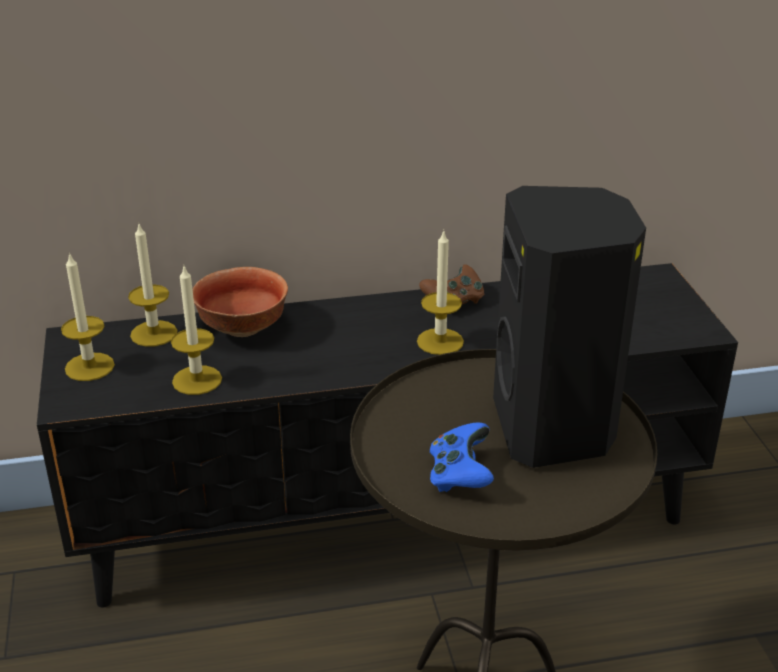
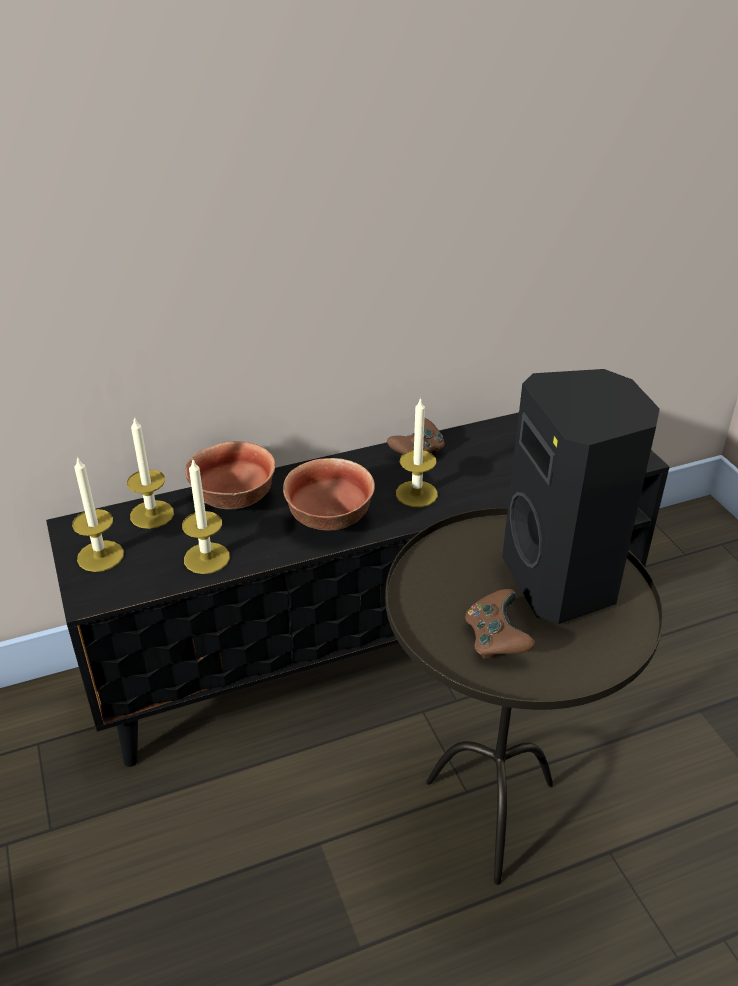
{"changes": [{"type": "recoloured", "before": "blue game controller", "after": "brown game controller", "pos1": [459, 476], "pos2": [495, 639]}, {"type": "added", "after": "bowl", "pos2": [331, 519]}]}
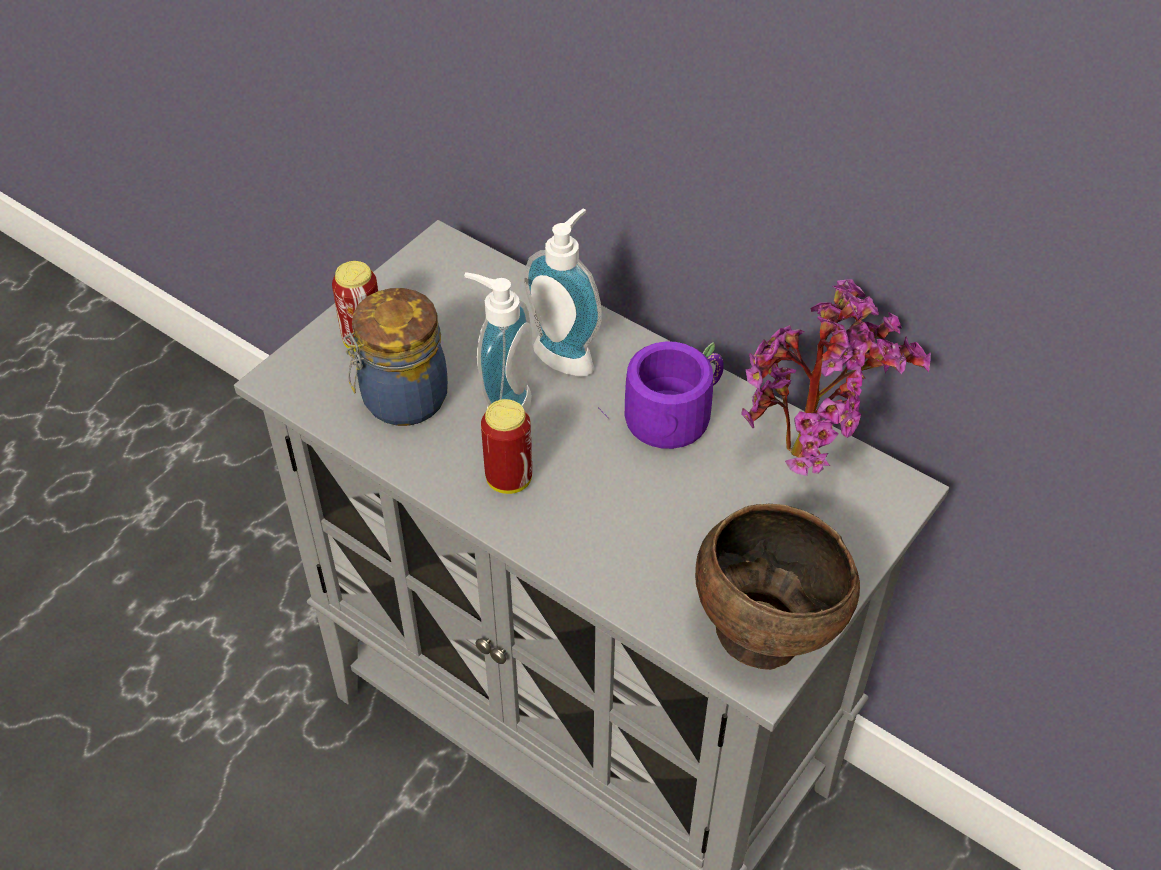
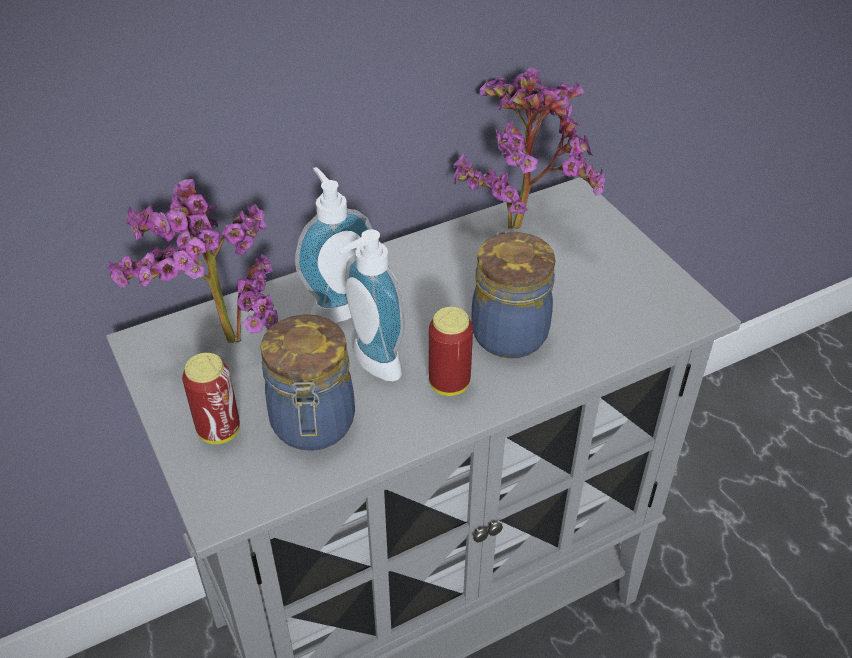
{"changes": [{"type": "removed", "before": "purple mug", "pos1": [672, 413]}, {"type": "removed", "before": "brown bowl", "pos1": [763, 631]}, {"type": "added", "after": "potted plant", "pos2": [219, 341]}, {"type": "added", "after": "jar", "pos2": [508, 332]}]}
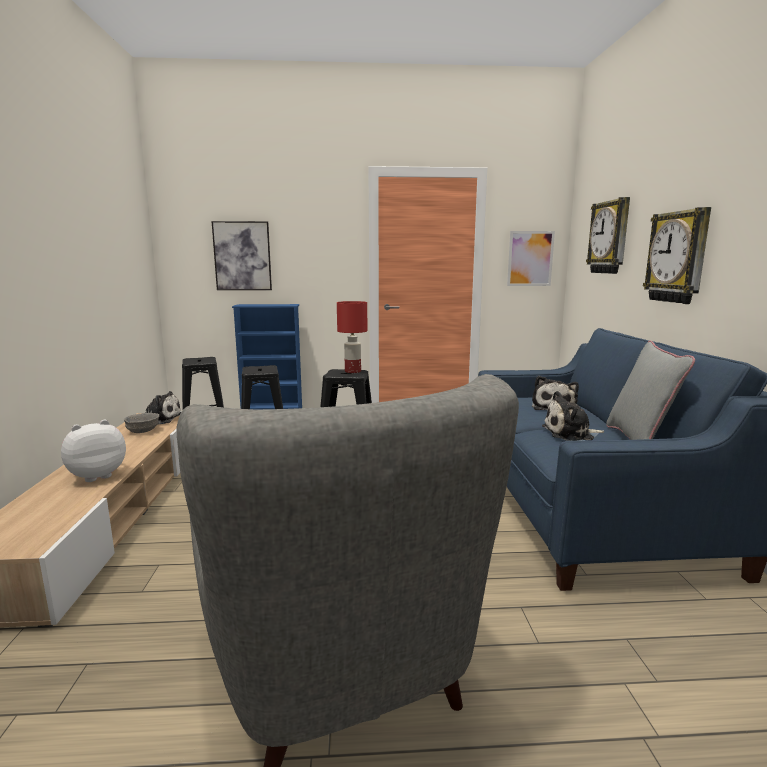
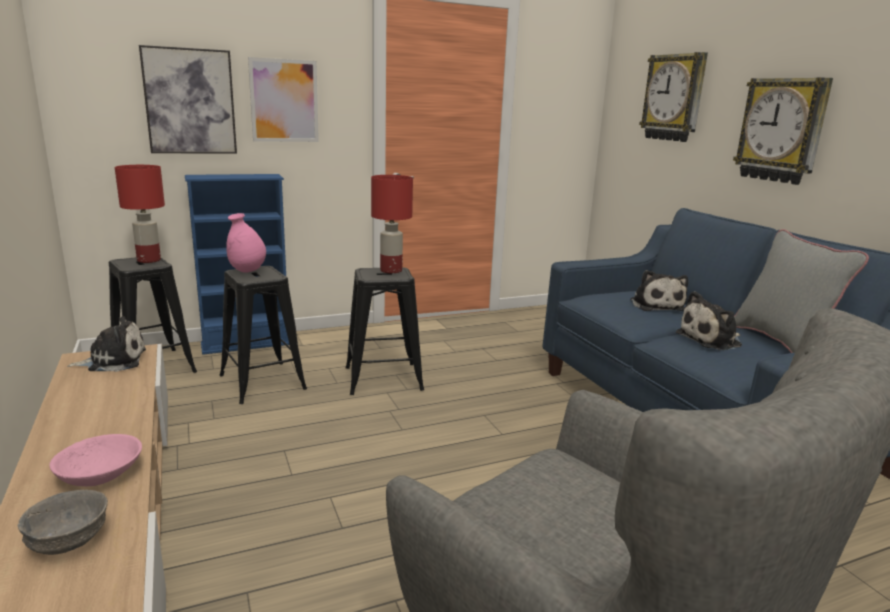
{"changes": [{"type": "moved", "before": "picture", "pos1": [530, 258], "pos2": [284, 101]}, {"type": "moved", "before": "grey bowl", "pos1": [143, 431], "pos2": [68, 542]}, {"type": "replaced", "before": "plush toy", "after": "pink bowl", "pos1": [96, 475], "pos2": [100, 474]}, {"type": "added", "after": "red table lamp", "pos2": [149, 260]}, {"type": "added", "after": "pink vase", "pos2": [247, 271]}]}
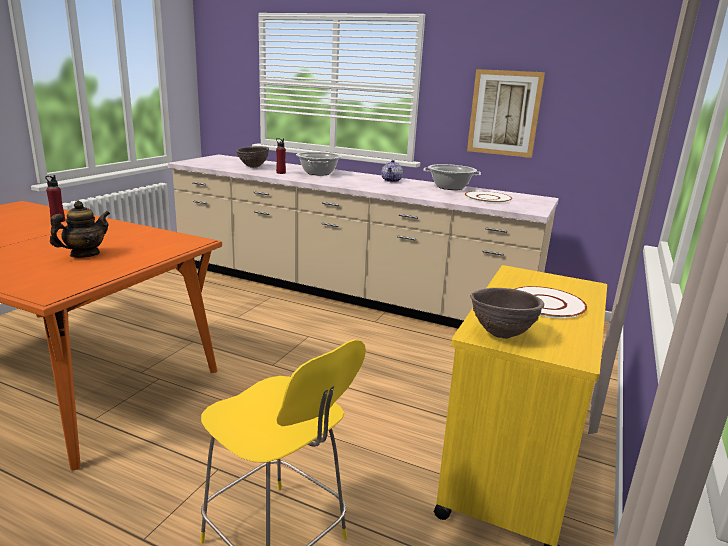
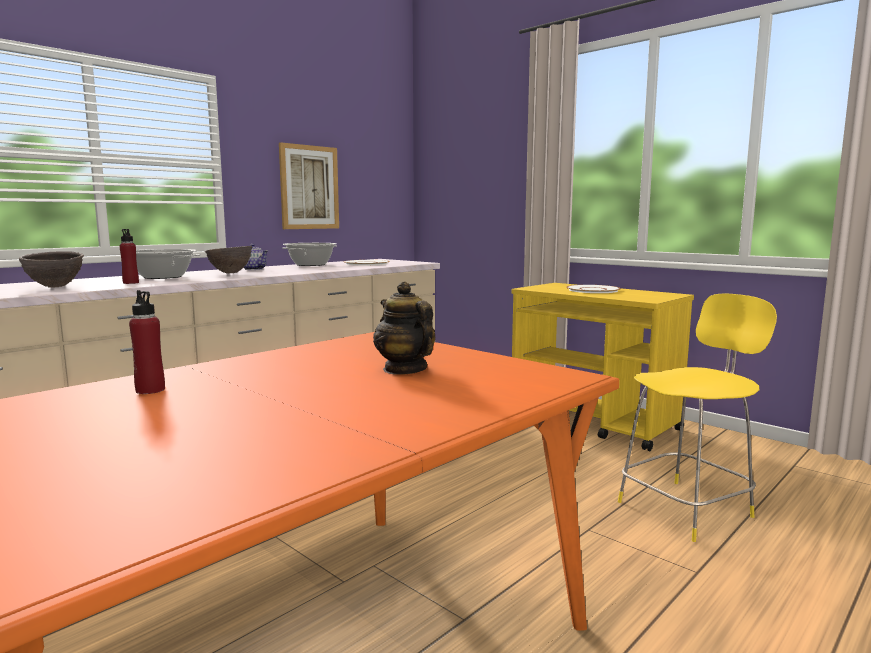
{"changes": [{"type": "moved", "before": "brown bowl", "pos1": [501, 334], "pos2": [230, 273]}]}
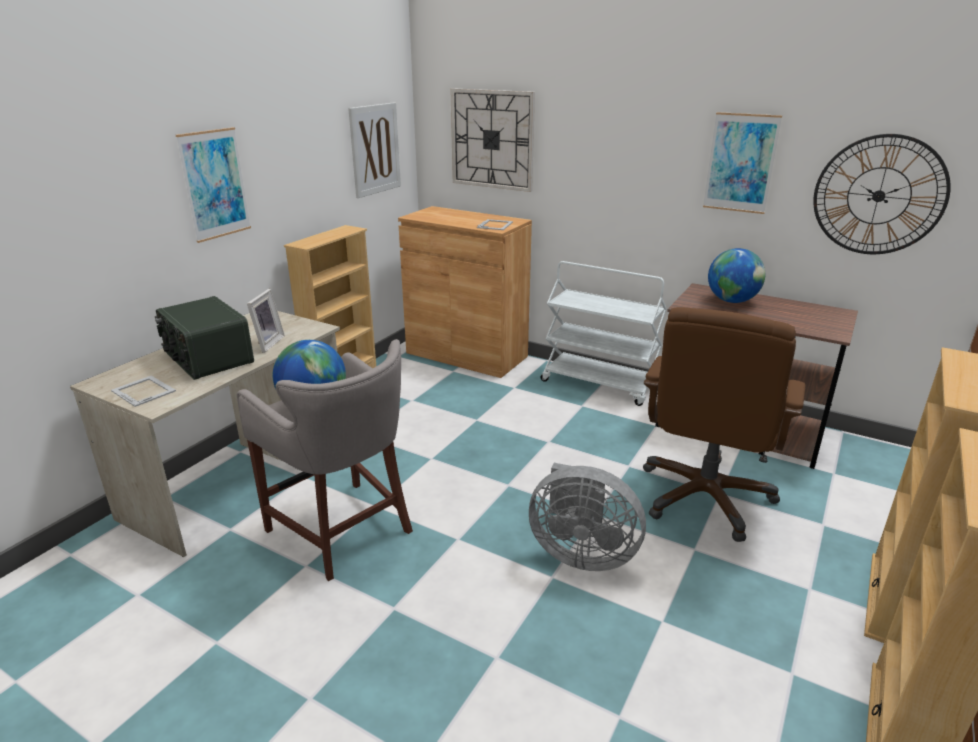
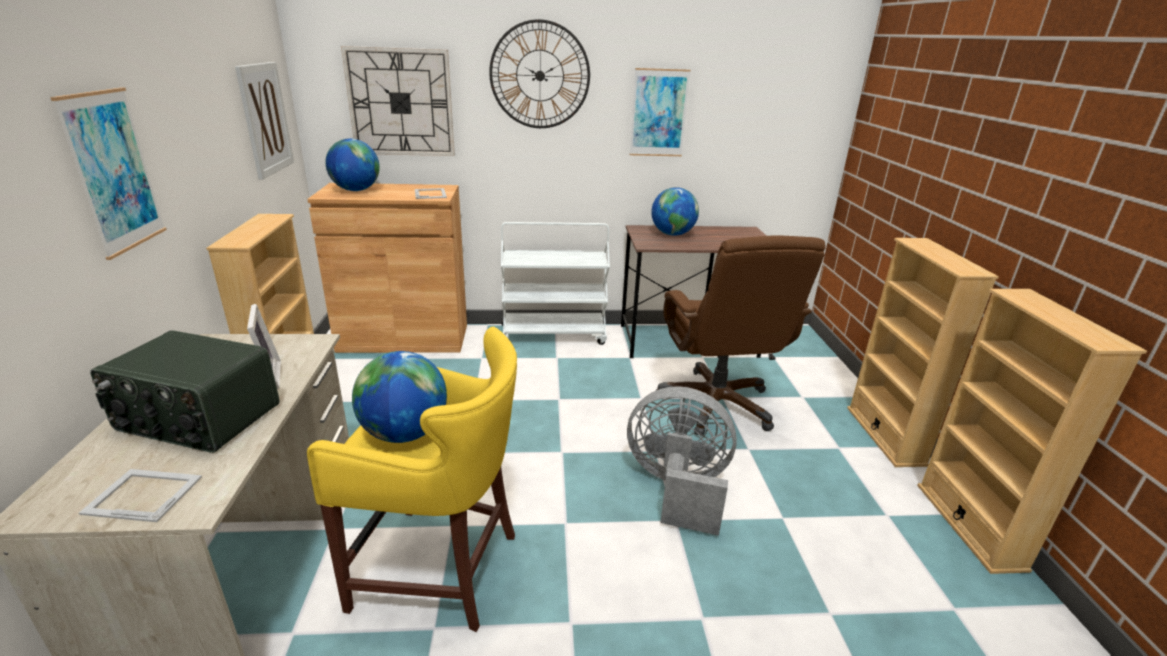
{"changes": [{"type": "moved", "before": "wall clock", "pos1": [878, 196], "pos2": [540, 75]}, {"type": "recoloured", "before": "grey stool", "after": "yellow stool", "pos1": [343, 531], "pos2": [442, 569]}, {"type": "turned", "before": "grey fan", "pos1": [581, 553], "pos2": [677, 488], "turn": -150}, {"type": "added", "after": "globe", "pos2": [356, 190]}]}
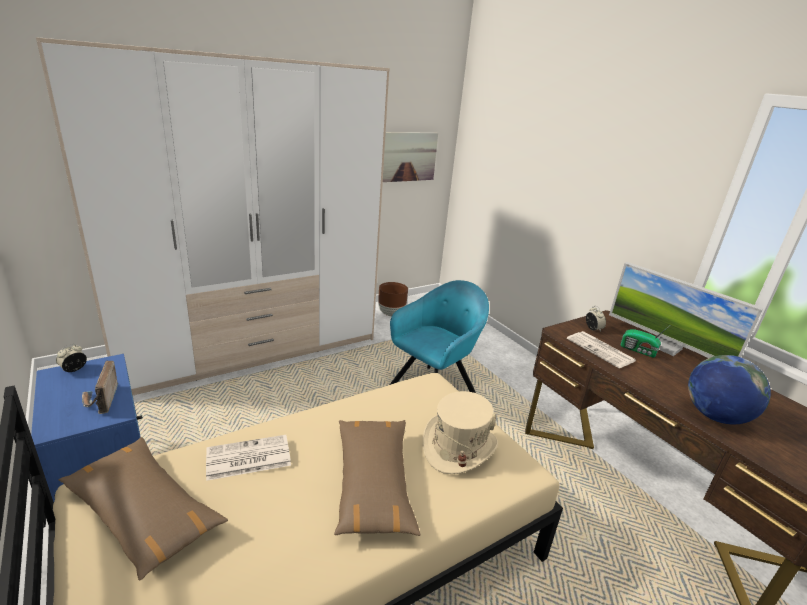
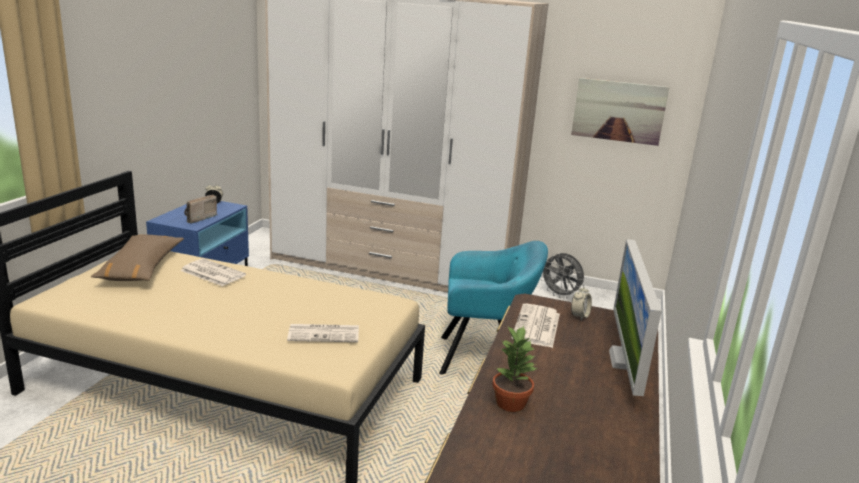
{"changes": [{"type": "replaced", "before": "brown planter", "after": "grey fan", "pos1": [391, 313], "pos2": [560, 295]}, {"type": "removed", "before": "radio", "pos1": [639, 350]}, {"type": "replaced", "before": "globe", "after": "potted plant", "pos1": [715, 416], "pos2": [510, 402]}, {"type": "replaced", "before": "beige hat", "after": "newspaper", "pos1": [458, 447], "pos2": [325, 333]}, {"type": "removed", "before": "brown pillow", "pos1": [373, 483]}]}
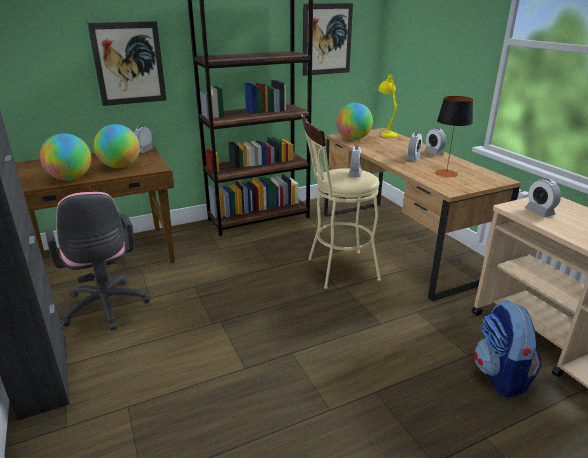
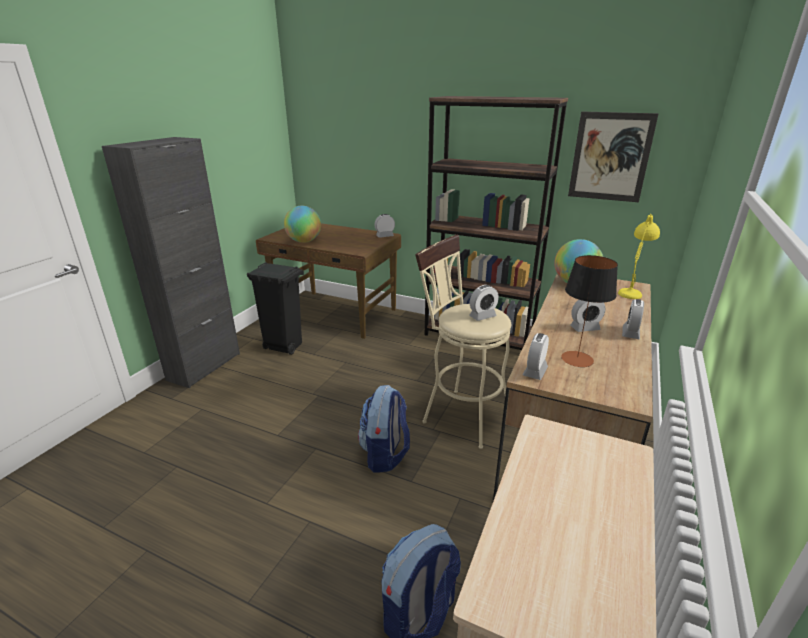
{"changes": [{"type": "removed", "before": "picture", "pos1": [129, 64]}, {"type": "removed", "before": "globe", "pos1": [120, 166]}, {"type": "moved", "before": "alarm clock", "pos1": [539, 212], "pos2": [535, 371]}, {"type": "replaced", "before": "pink office chair", "after": "black trash can", "pos1": [106, 309], "pos2": [283, 347]}, {"type": "added", "after": "backpack", "pos2": [385, 454]}]}
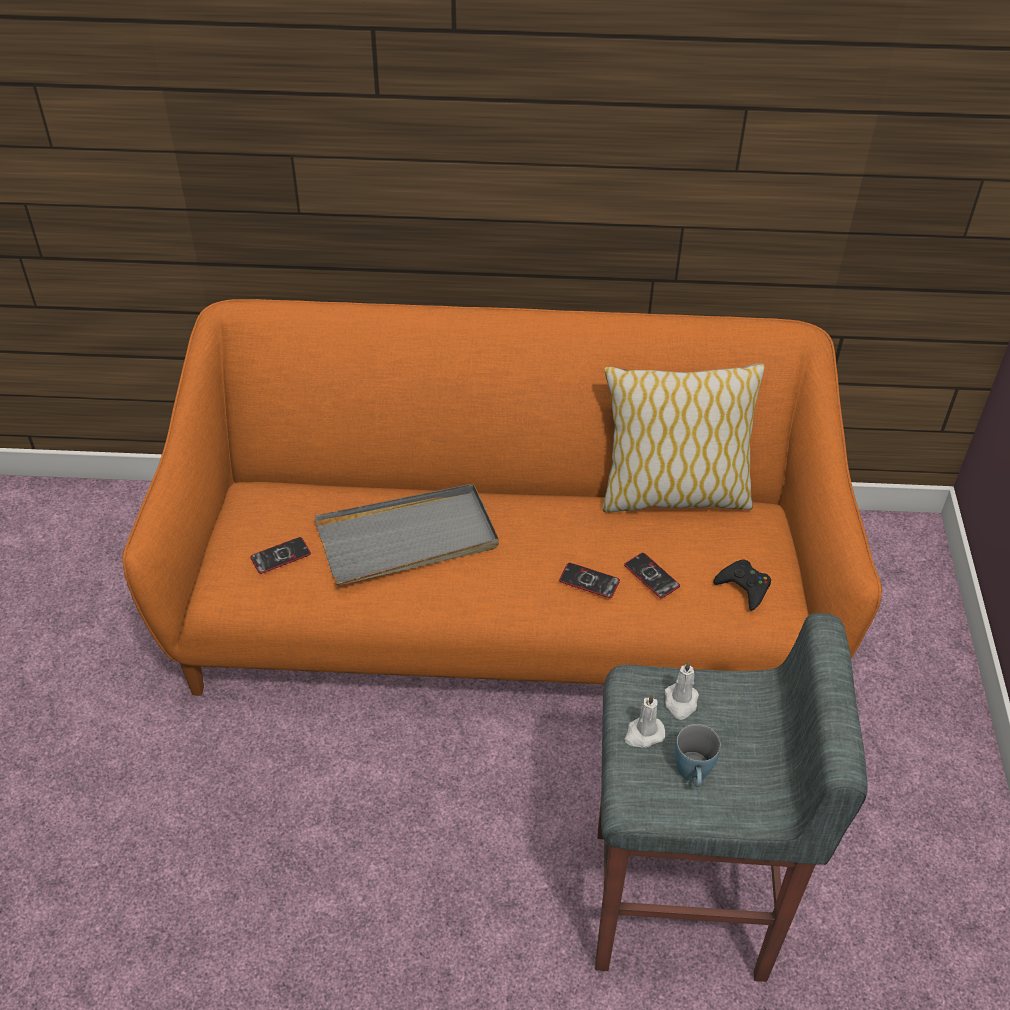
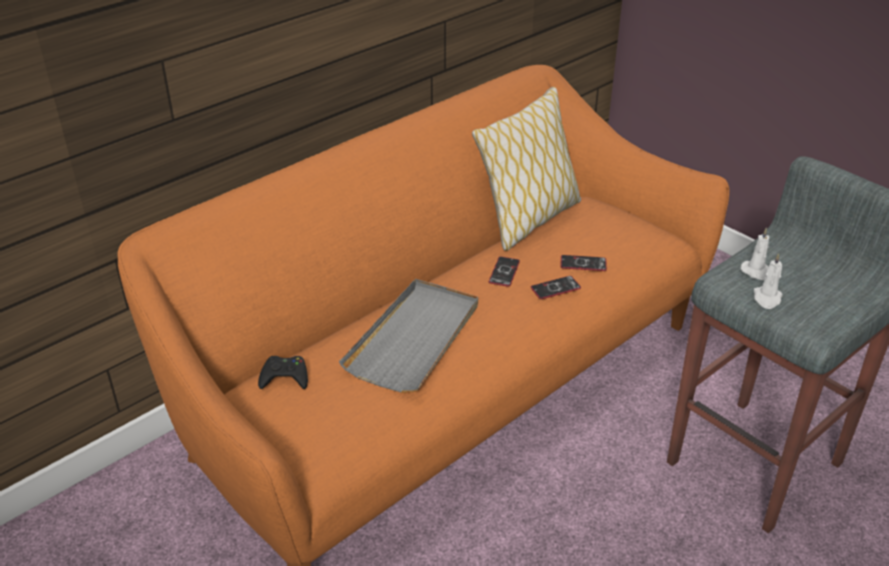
{"changes": [{"type": "moved", "before": "phone", "pos1": [280, 556], "pos2": [504, 272]}, {"type": "moved", "before": "black game controller", "pos1": [744, 587], "pos2": [285, 377]}, {"type": "removed", "before": "blue mug", "pos1": [693, 775]}]}
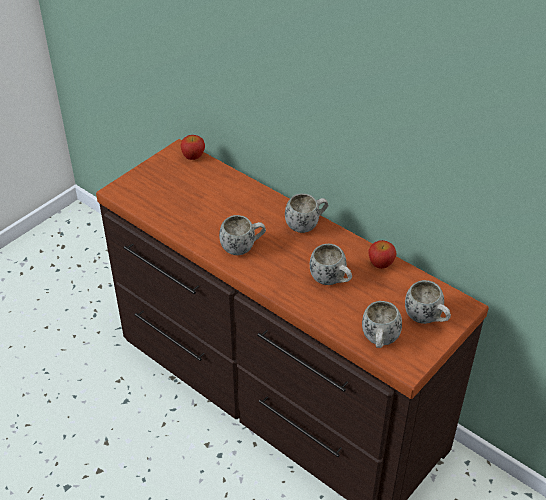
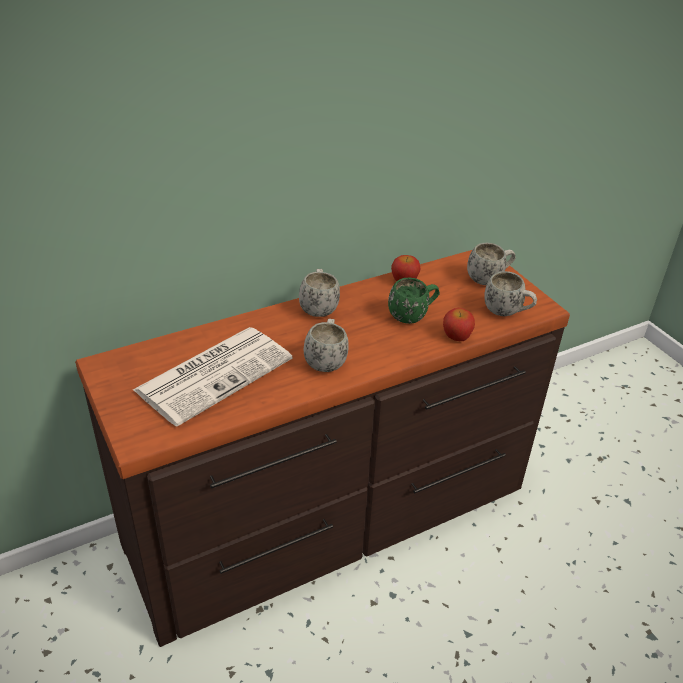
{"changes": [{"type": "moved", "before": "apple", "pos1": [193, 156], "pos2": [456, 336]}, {"type": "recoloured", "before": "white mug", "after": "green mug", "pos1": [331, 281], "pos2": [412, 316]}, {"type": "added", "after": "newspaper", "pos2": [215, 373]}]}
